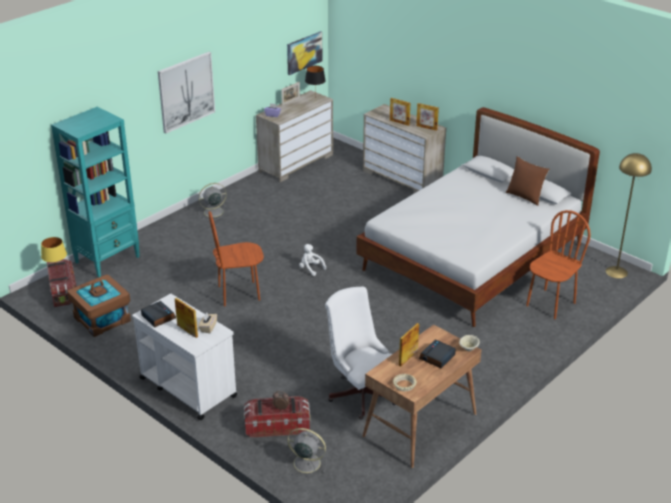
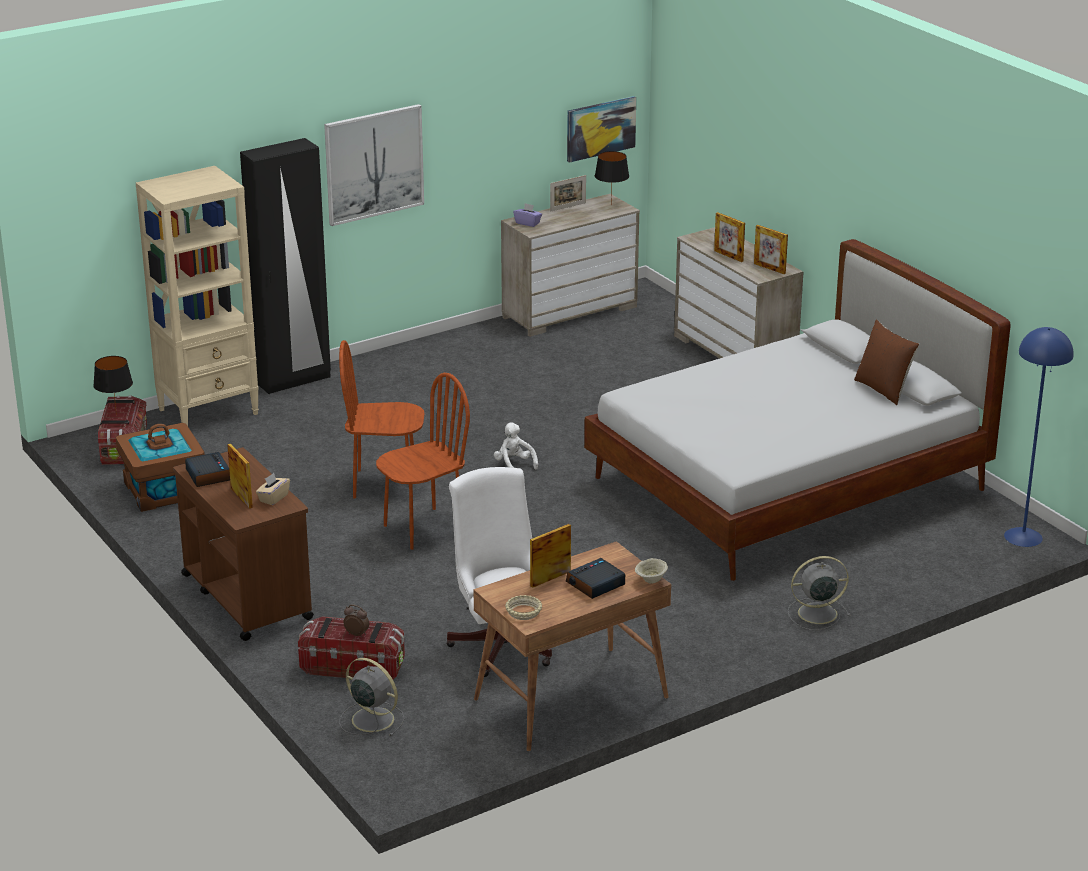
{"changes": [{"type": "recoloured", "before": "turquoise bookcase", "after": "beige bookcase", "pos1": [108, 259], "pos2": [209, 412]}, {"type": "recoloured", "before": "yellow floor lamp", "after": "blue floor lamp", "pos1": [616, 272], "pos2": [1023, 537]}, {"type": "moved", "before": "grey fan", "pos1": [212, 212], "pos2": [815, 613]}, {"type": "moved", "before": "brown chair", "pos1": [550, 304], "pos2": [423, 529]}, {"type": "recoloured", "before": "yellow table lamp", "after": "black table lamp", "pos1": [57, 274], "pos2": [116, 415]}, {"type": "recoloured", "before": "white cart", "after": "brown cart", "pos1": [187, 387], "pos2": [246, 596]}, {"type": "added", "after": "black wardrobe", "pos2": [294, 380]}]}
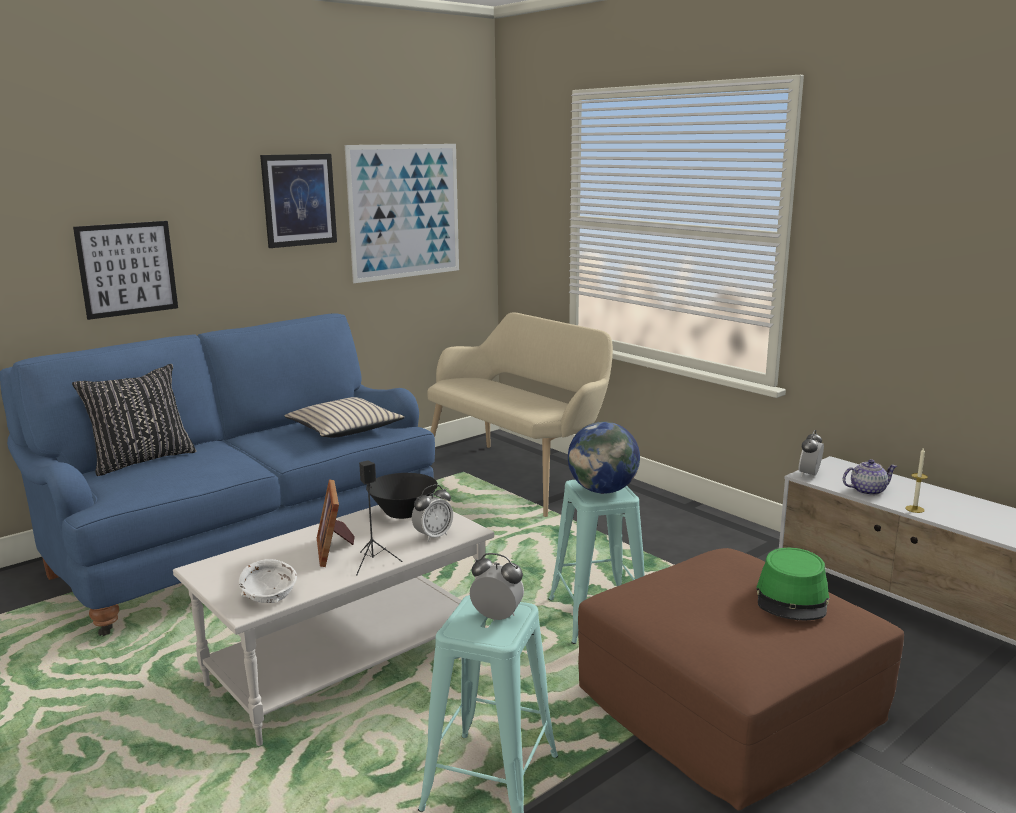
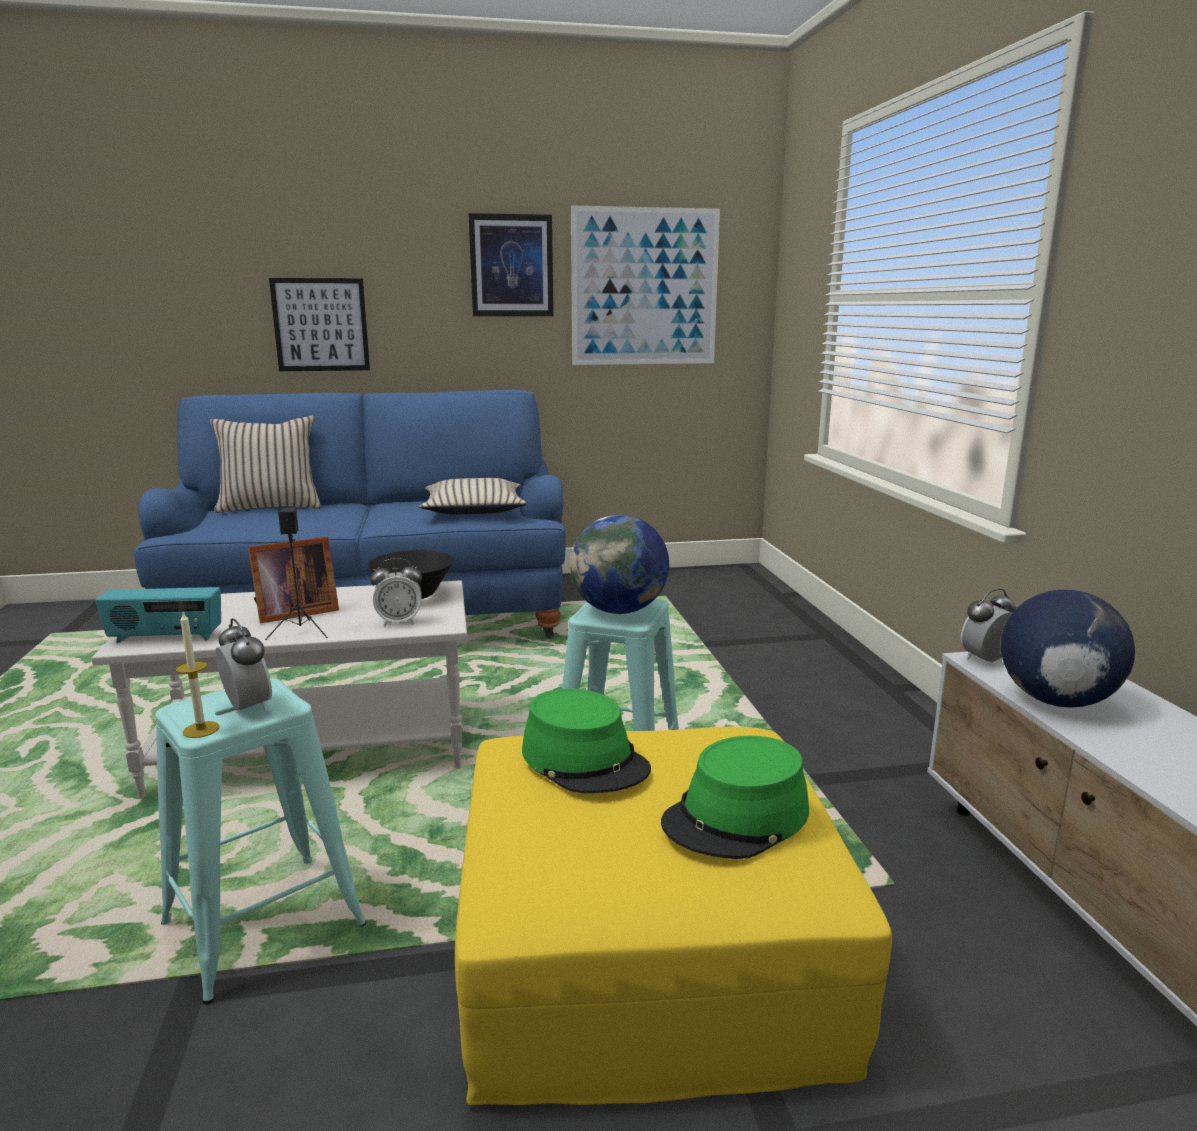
{"changes": [{"type": "removed", "before": "beige bench", "pos1": [518, 475]}, {"type": "recoloured", "before": "black pillow", "after": "beige pillow", "pos1": [142, 460], "pos2": [270, 507]}, {"type": "moved", "before": "candle", "pos1": [914, 509], "pos2": [201, 729]}, {"type": "replaced", "before": "teapot", "after": "globe", "pos1": [867, 491], "pos2": [1055, 701]}, {"type": "turned", "before": "picture frame", "pos1": [335, 549], "pos2": [293, 613], "turn": -135}, {"type": "recoloured", "before": "brown ottoman", "after": "yellow ottoman", "pos1": [728, 705], "pos2": [644, 952]}, {"type": "replaced", "before": "white bowl", "after": "radio", "pos1": [269, 596], "pos2": [165, 638]}, {"type": "added", "after": "green hat", "pos2": [585, 760]}]}
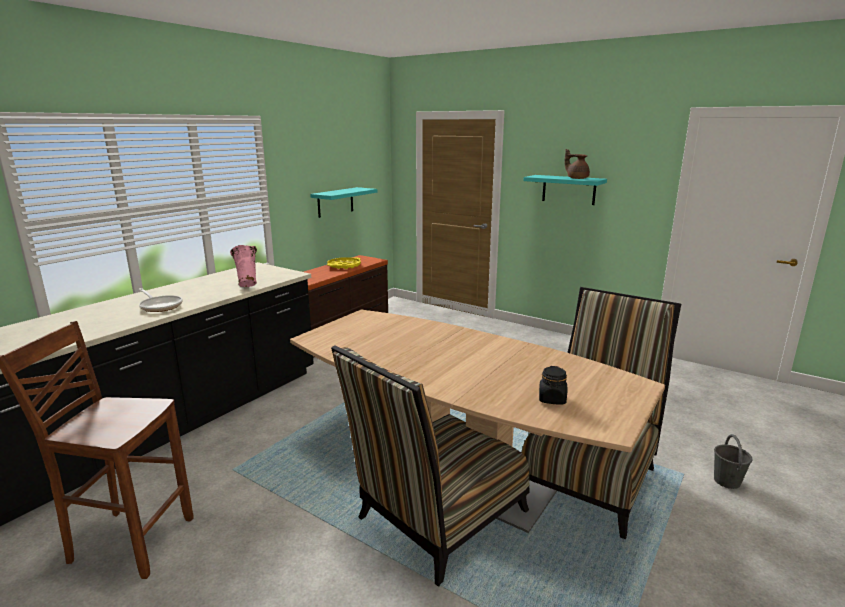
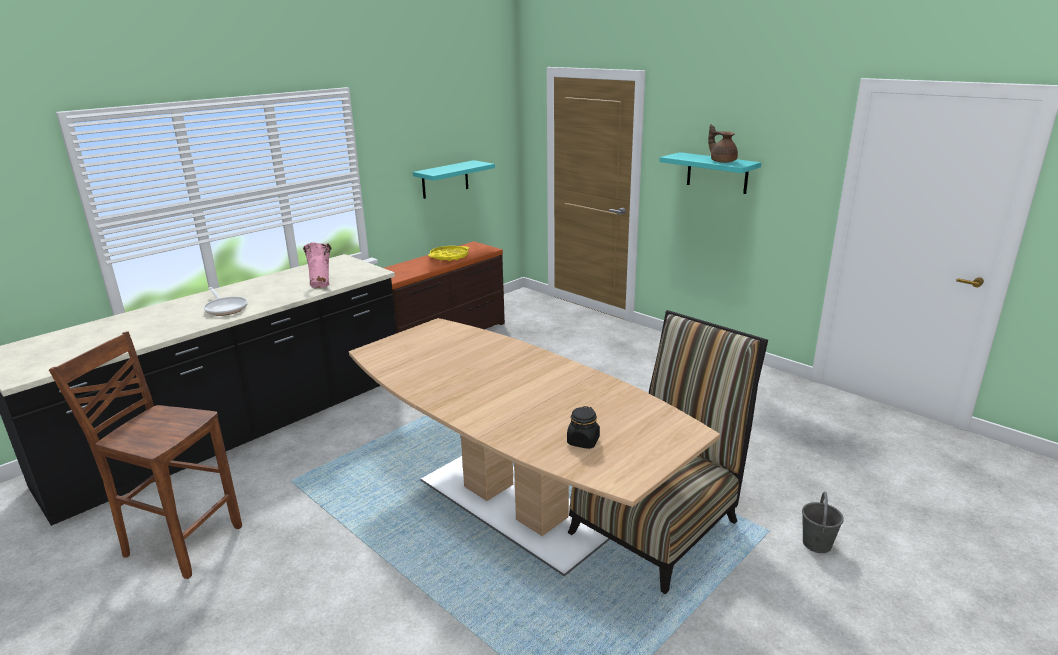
{"changes": [{"type": "removed", "before": "chair", "pos1": [435, 521]}]}
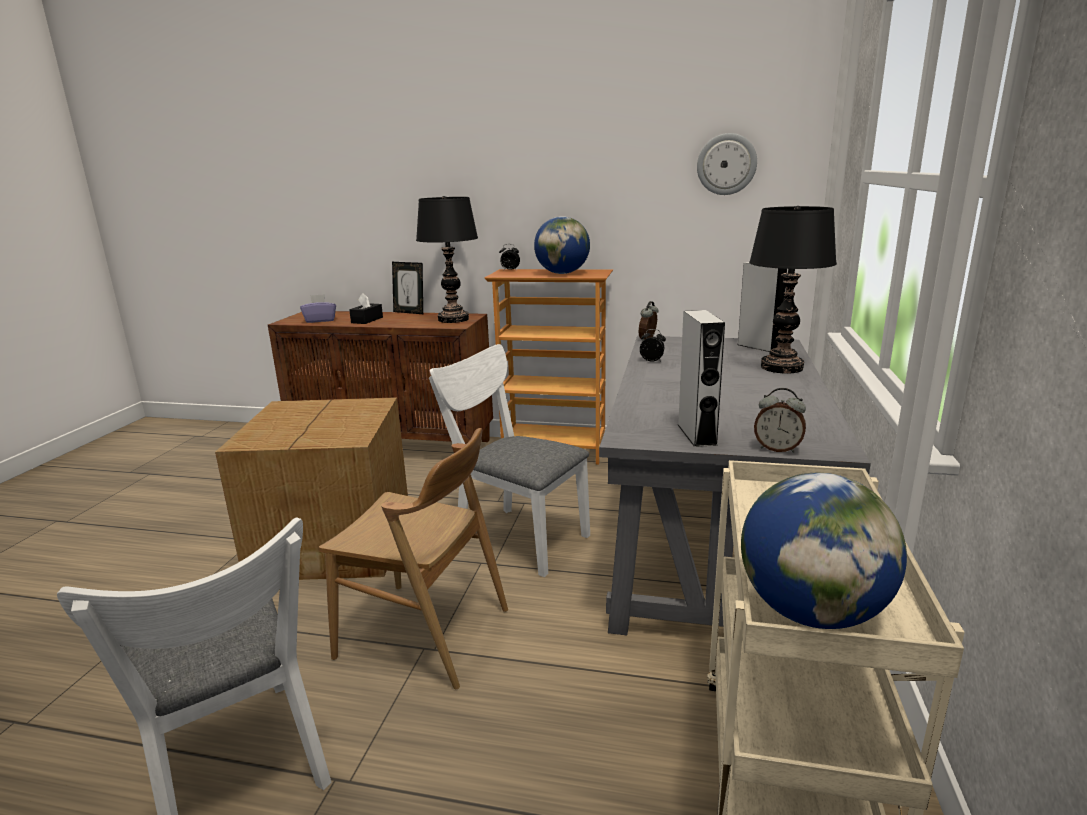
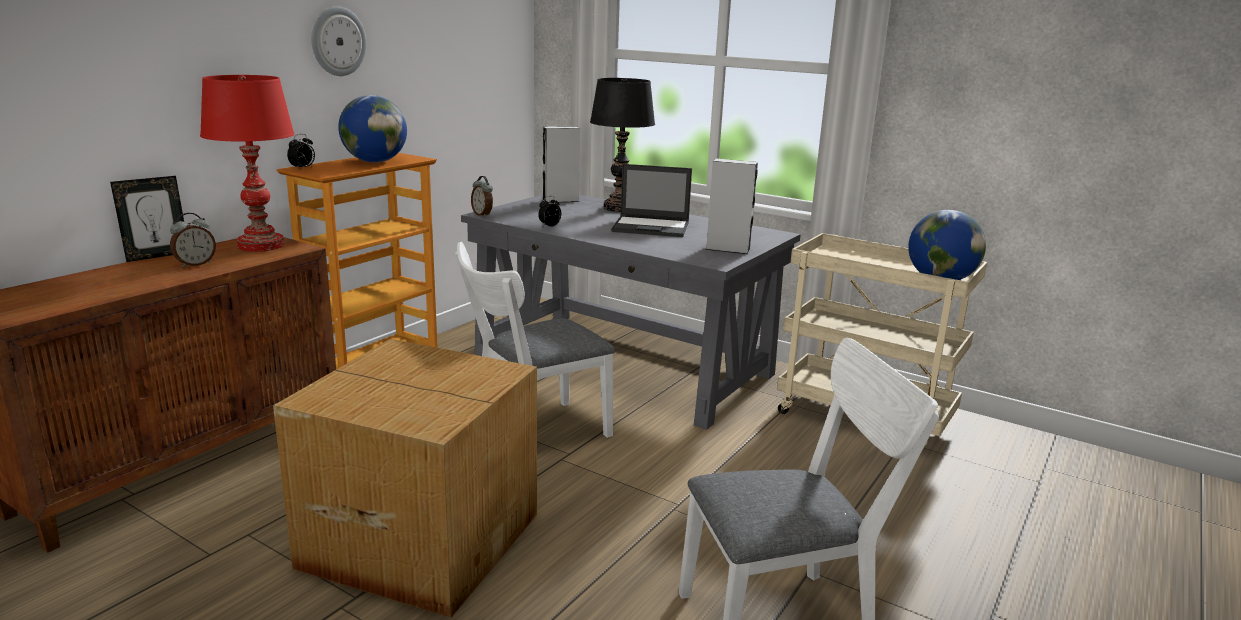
{"changes": [{"type": "moved", "before": "wall clock", "pos1": [726, 164], "pos2": [338, 41]}, {"type": "recoloured", "before": "black table lamp", "after": "red table lamp", "pos1": [453, 319], "pos2": [261, 245]}, {"type": "removed", "before": "black tissue box", "pos1": [367, 320]}, {"type": "removed", "before": "purple tissue box", "pos1": [320, 320]}, {"type": "moved", "before": "alarm clock", "pos1": [777, 449], "pos2": [195, 264]}, {"type": "removed", "before": "brown chair", "pos1": [424, 633]}, {"type": "added", "after": "laptop", "pos2": [652, 227]}]}
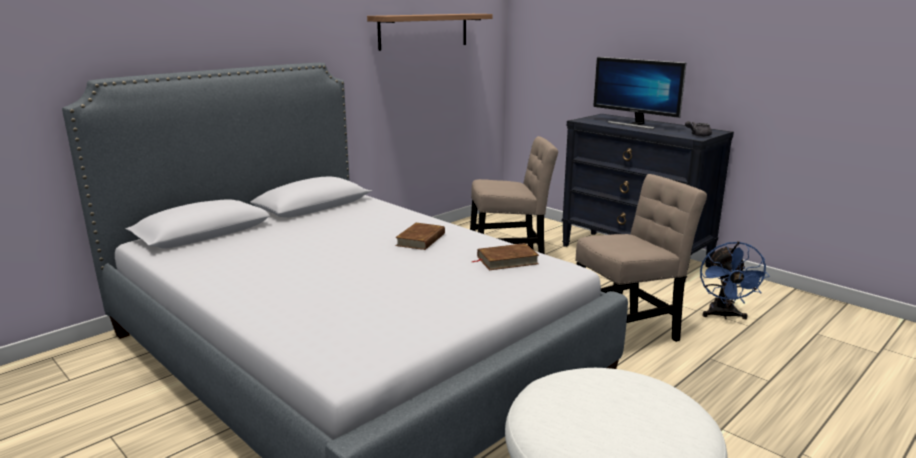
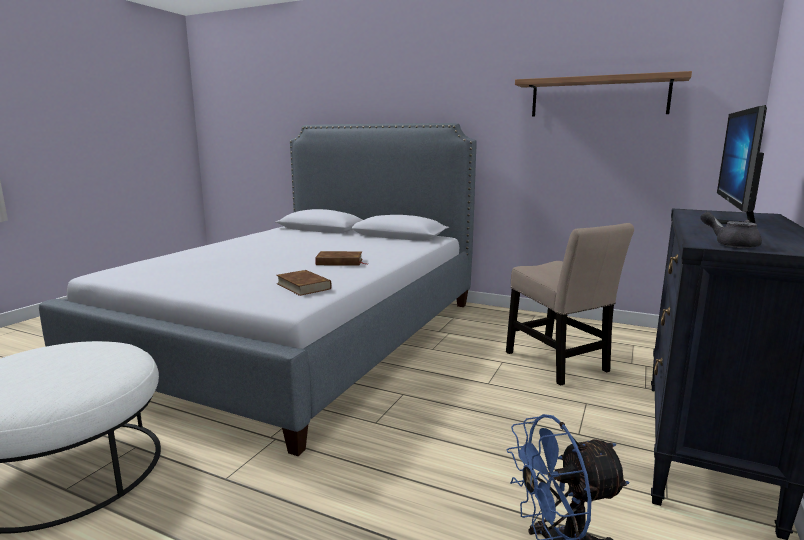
{"changes": [{"type": "removed", "before": "beige chair", "pos1": [627, 334]}]}
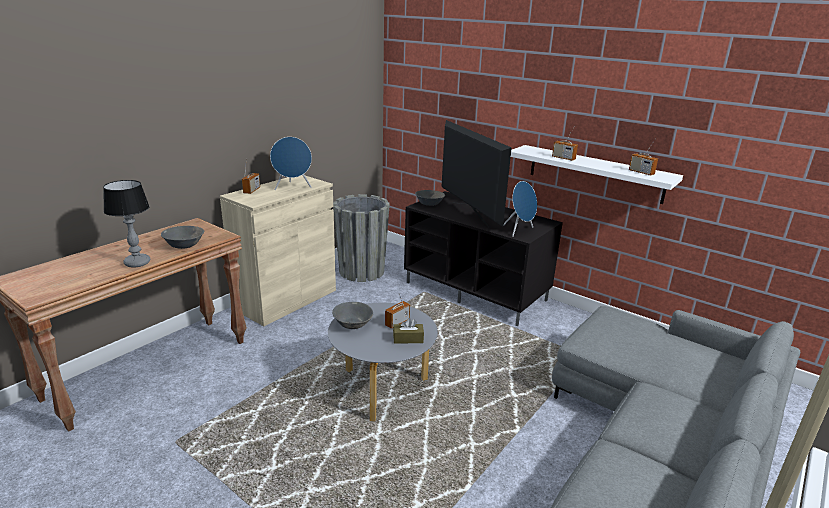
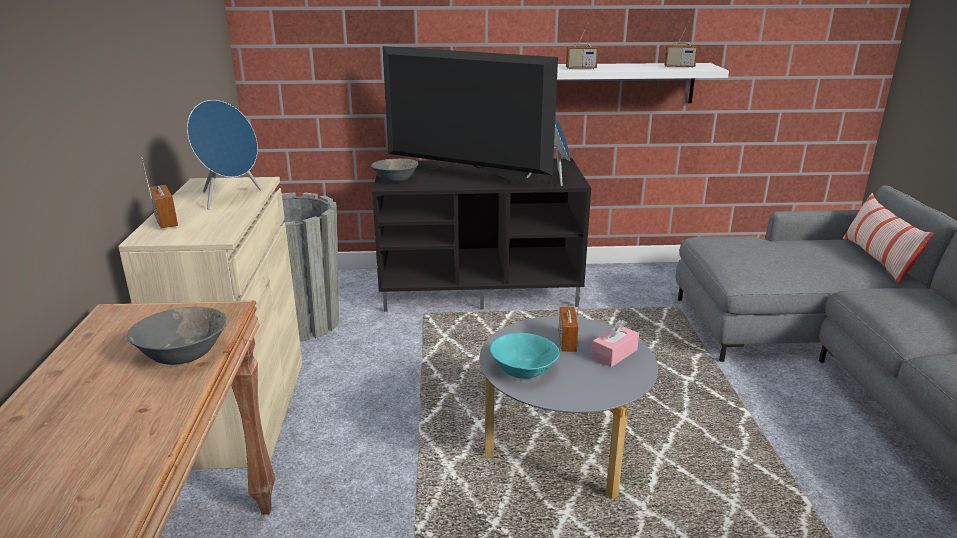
{"changes": [{"type": "removed", "before": "table lamp", "pos1": [137, 263]}, {"type": "recoloured", "before": "grey bowl", "after": "turquoise bowl", "pos1": [352, 324], "pos2": [522, 371]}, {"type": "recoloured", "before": "brown tissue box", "after": "pink tissue box", "pos1": [408, 339], "pos2": [614, 354]}, {"type": "added", "after": "pillow", "pos2": [877, 260]}]}
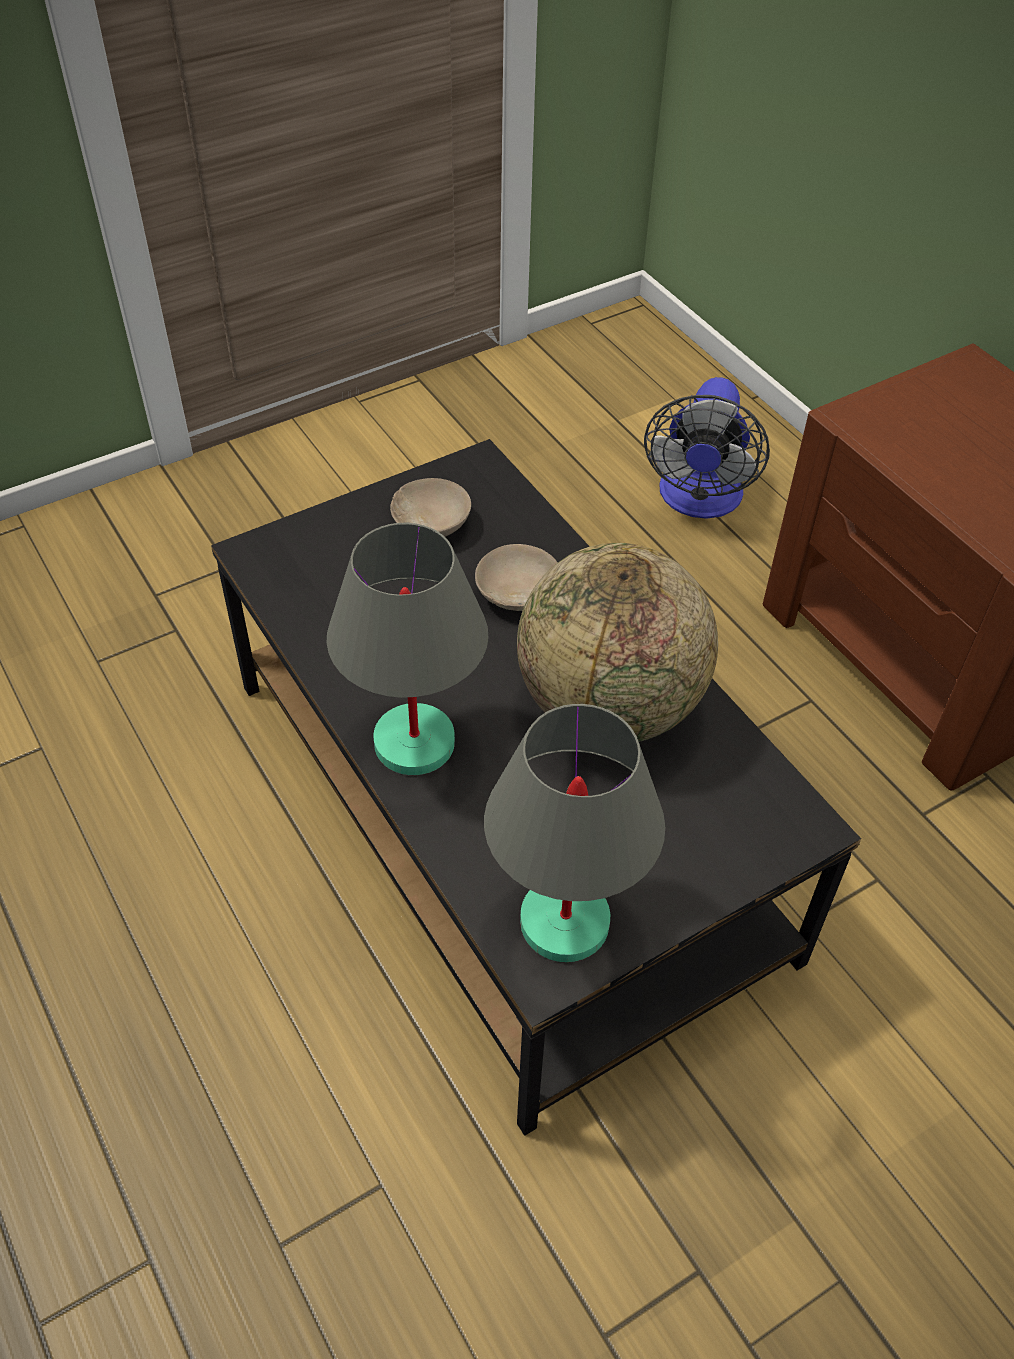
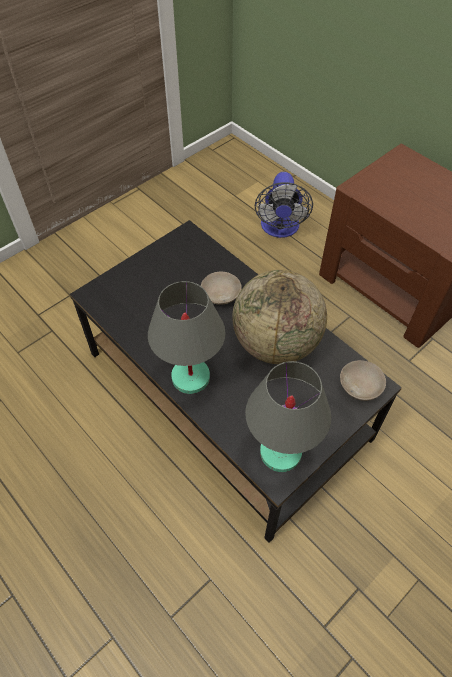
{"changes": [{"type": "moved", "before": "beige bowl", "pos1": [433, 525], "pos2": [361, 387]}]}
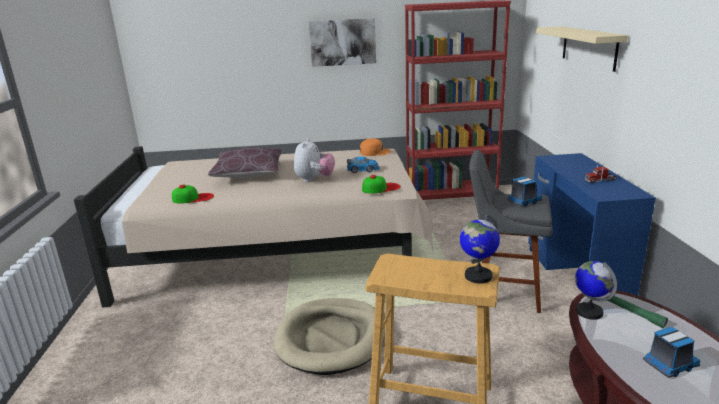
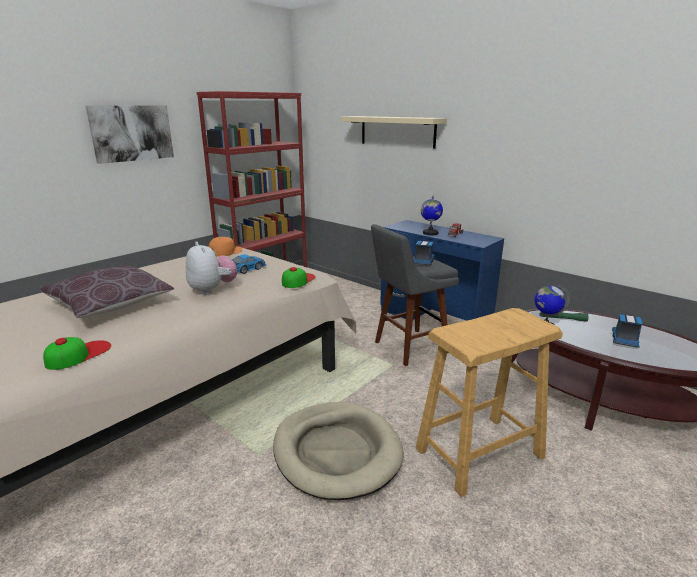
{"changes": [{"type": "moved", "before": "globe", "pos1": [477, 276], "pos2": [430, 233]}]}
